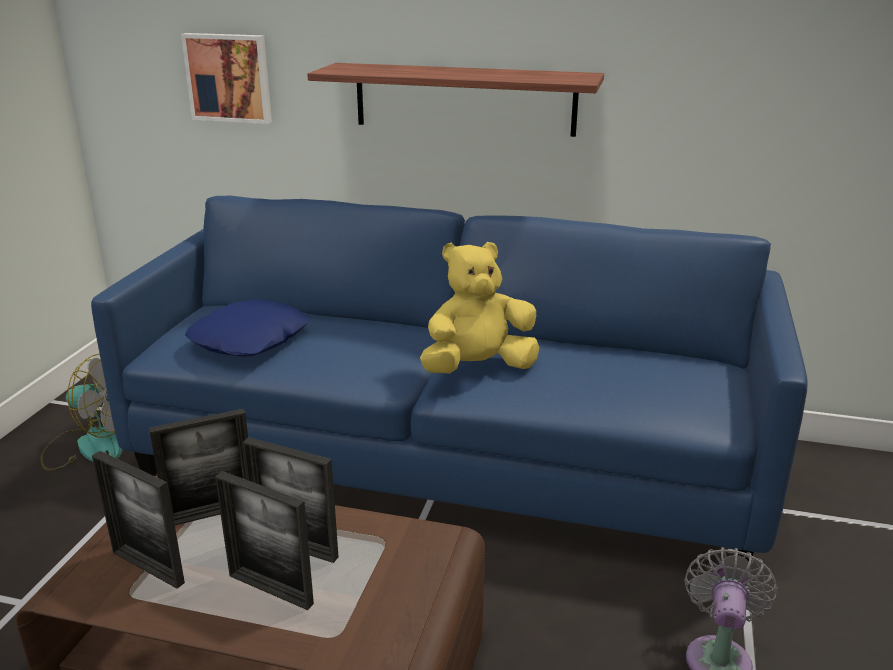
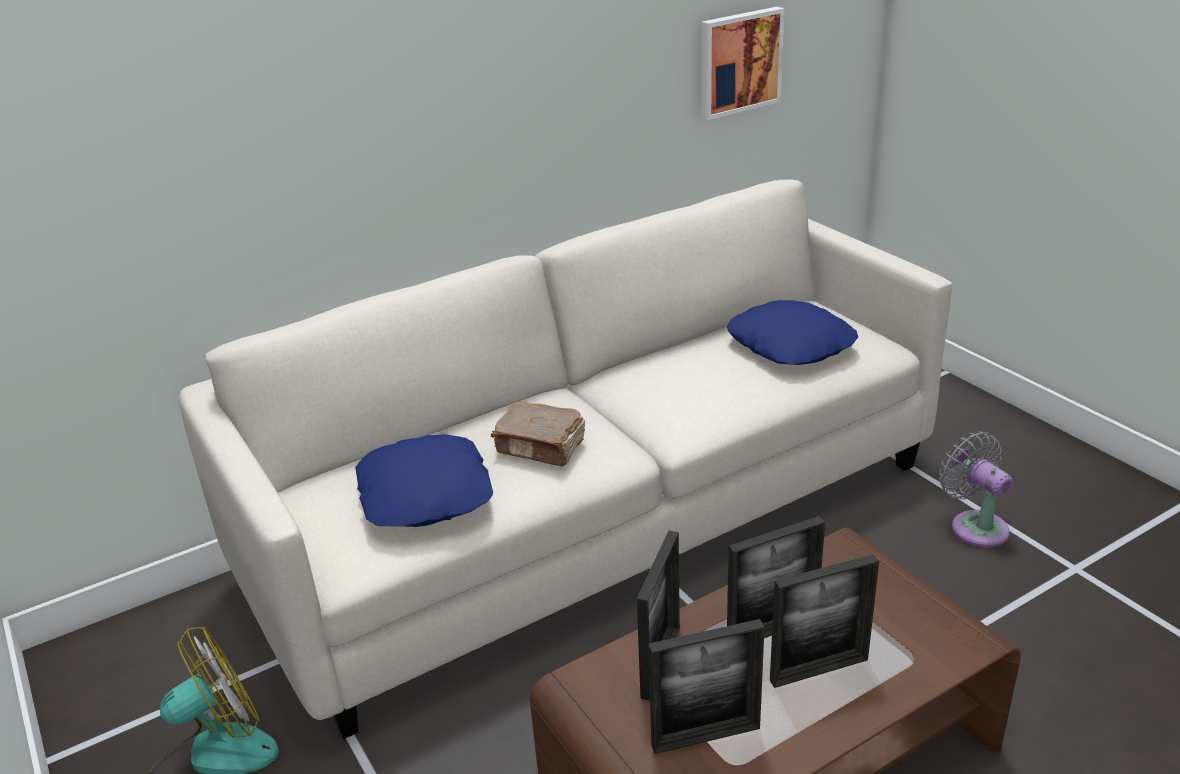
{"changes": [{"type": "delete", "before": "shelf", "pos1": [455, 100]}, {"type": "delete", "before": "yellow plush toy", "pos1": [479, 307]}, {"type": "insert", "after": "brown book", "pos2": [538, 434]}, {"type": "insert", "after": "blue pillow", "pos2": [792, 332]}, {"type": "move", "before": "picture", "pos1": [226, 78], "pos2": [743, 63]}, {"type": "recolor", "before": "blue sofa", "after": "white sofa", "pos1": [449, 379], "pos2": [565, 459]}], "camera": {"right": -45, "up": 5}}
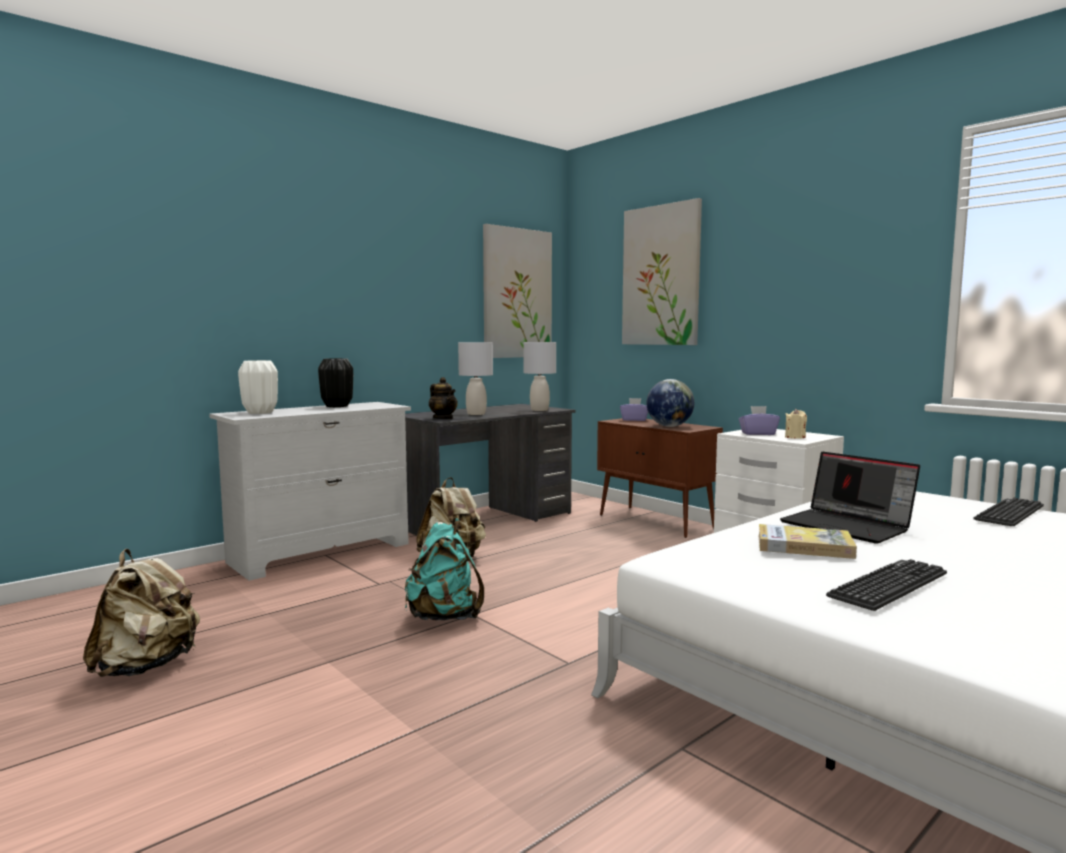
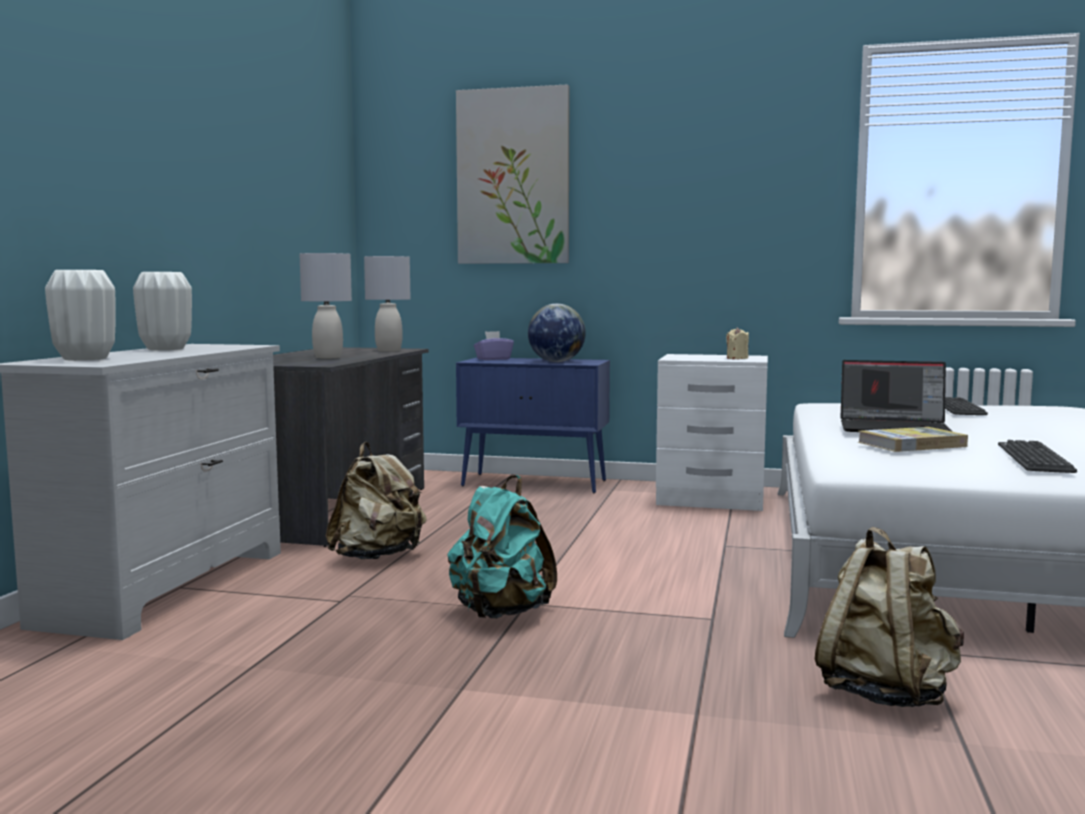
{"changes": [{"type": "delete", "before": "teapot", "pos1": [443, 398]}, {"type": "delete", "before": "picture", "pos1": [517, 291]}, {"type": "delete", "before": "purple tissue box", "pos1": [759, 420]}, {"type": "move", "before": "beige backpack", "pos1": [141, 613], "pos2": [889, 616]}, {"type": "recolor", "before": "black vase", "after": "white vase", "pos1": [335, 382], "pos2": [162, 311]}, {"type": "recolor", "before": "brown cabinet", "after": "blue cabinet", "pos1": [660, 478], "pos2": [533, 425]}], "camera": {"right": -35, "up": 0}}
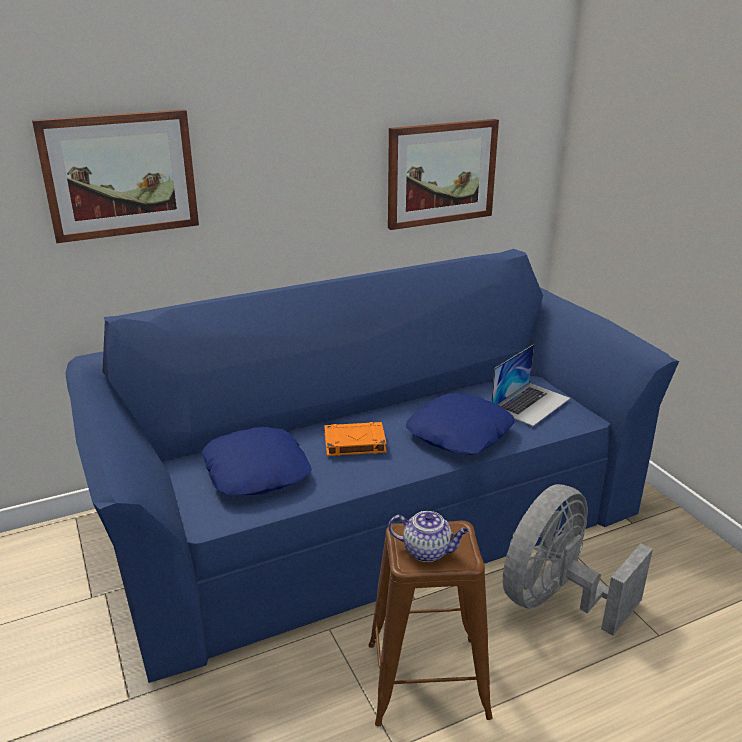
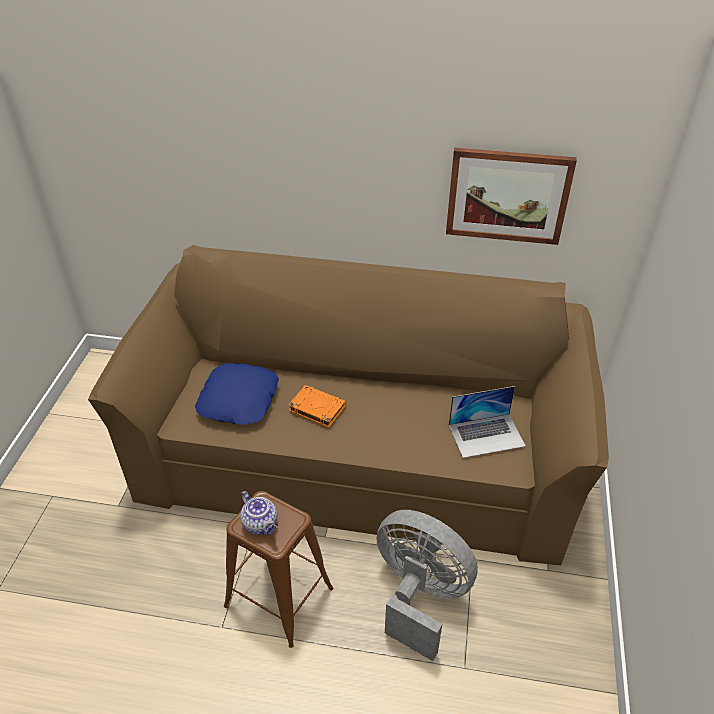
{"changes": [{"type": "delete", "before": "picture", "pos1": [115, 176]}, {"type": "delete", "before": "blue pillow", "pos1": [460, 424]}, {"type": "recolor", "before": "blue sofa", "after": "brown sofa", "pos1": [372, 466], "pos2": [348, 405]}, {"type": "rotate", "before": "grey fan", "pos1": [578, 560], "pos2": [427, 585], "turn": 45}], "camera": {"right": 35, "up": 15}}
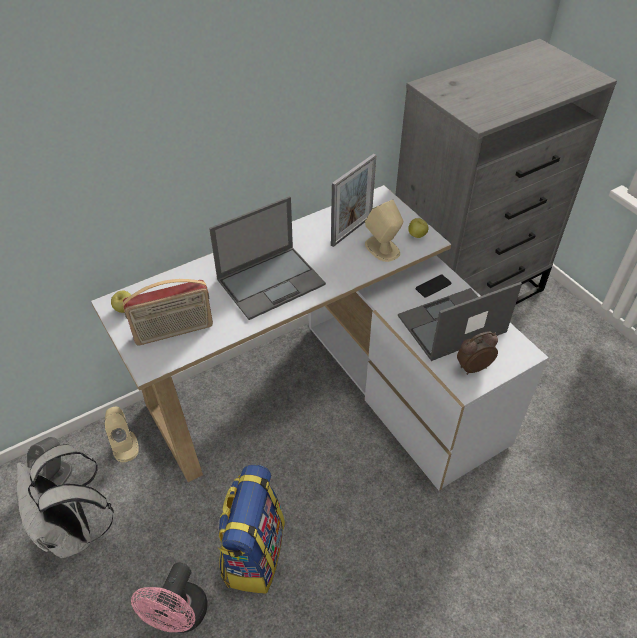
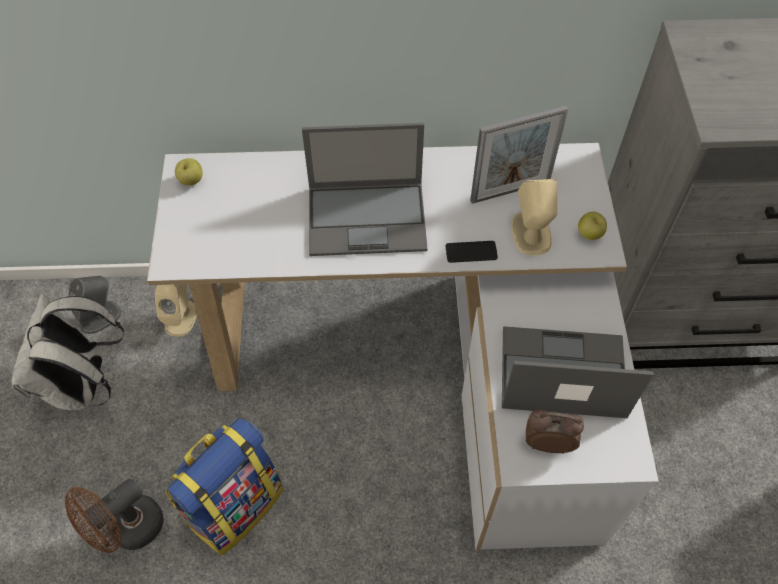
{"changes": [{"type": "delete", "before": "radio", "pos1": [168, 312]}, {"type": "move", "before": "phone", "pos1": [433, 286], "pos2": [472, 252]}, {"type": "recolor", "before": "pink fan", "after": "brown fan", "pos1": [169, 597], "pos2": [114, 516]}], "camera": {"right": 30, "up": 10}}
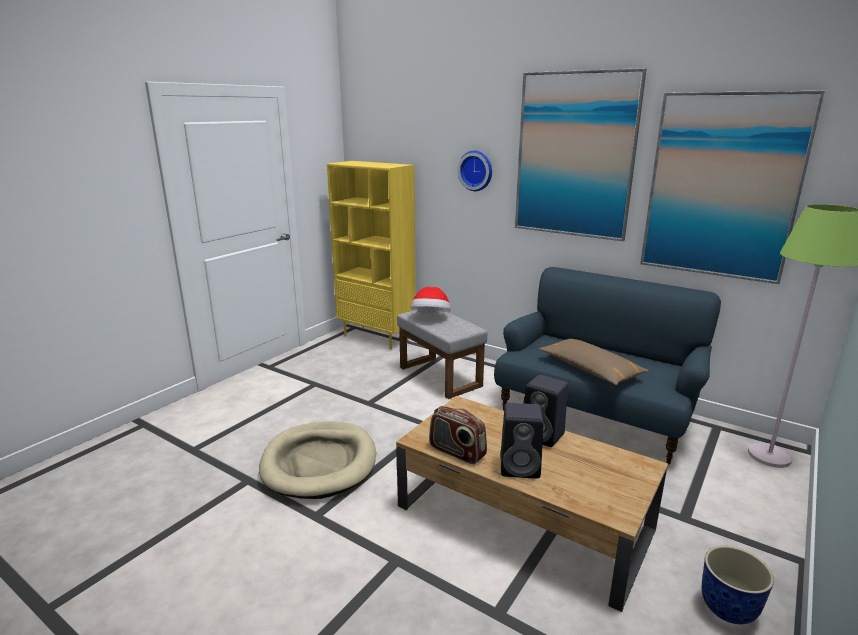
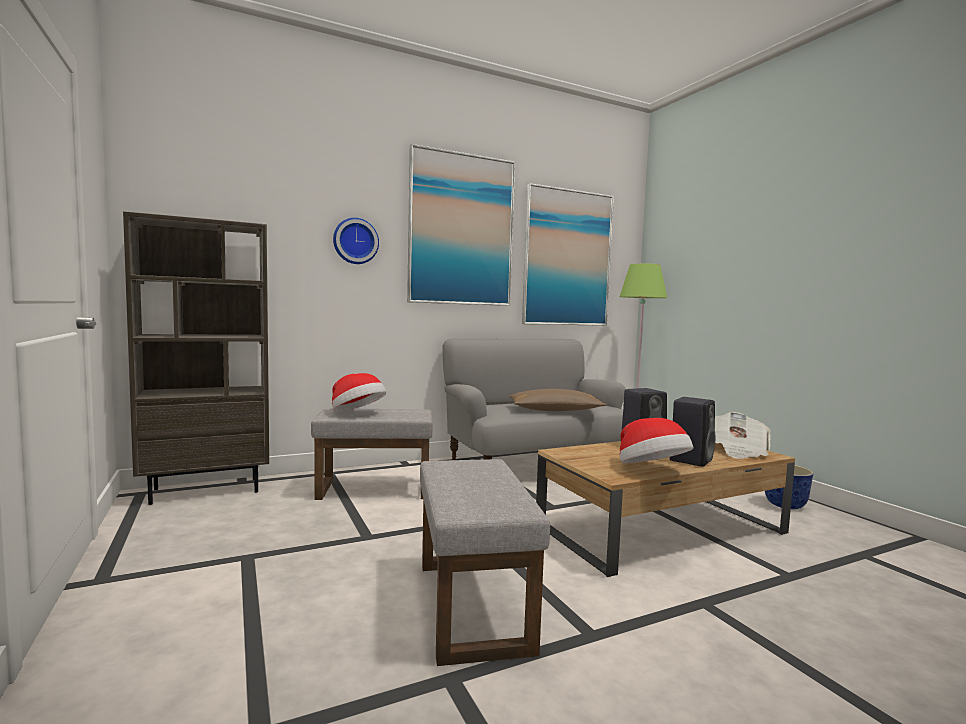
{"changes": [{"type": "insert", "after": "newspaper", "pos2": [743, 435]}, {"type": "replace", "before": "beige dog bed", "after": "grey ottoman", "pos1": [317, 460], "pos2": [485, 562]}, {"type": "replace", "before": "radio", "after": "hat", "pos1": [458, 435], "pos2": [656, 440]}, {"type": "recolor", "before": "yellow bookcase", "after": "brown bookcase", "pos1": [371, 255], "pos2": [196, 358]}, {"type": "recolor", "before": "blue sofa", "after": "grey sofa", "pos1": [607, 366], "pos2": [534, 399]}], "camera": {"right": -60, "up": -15}}
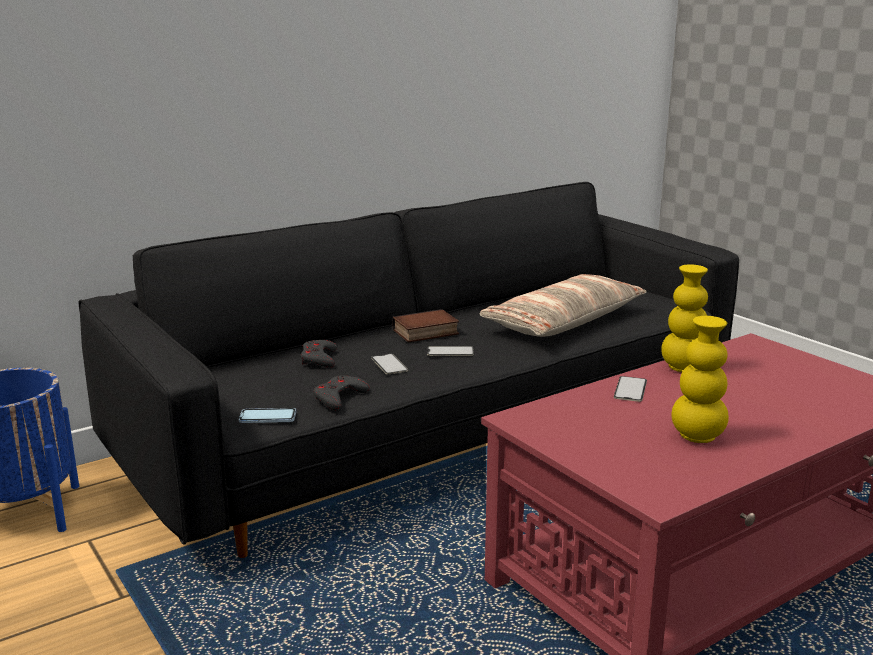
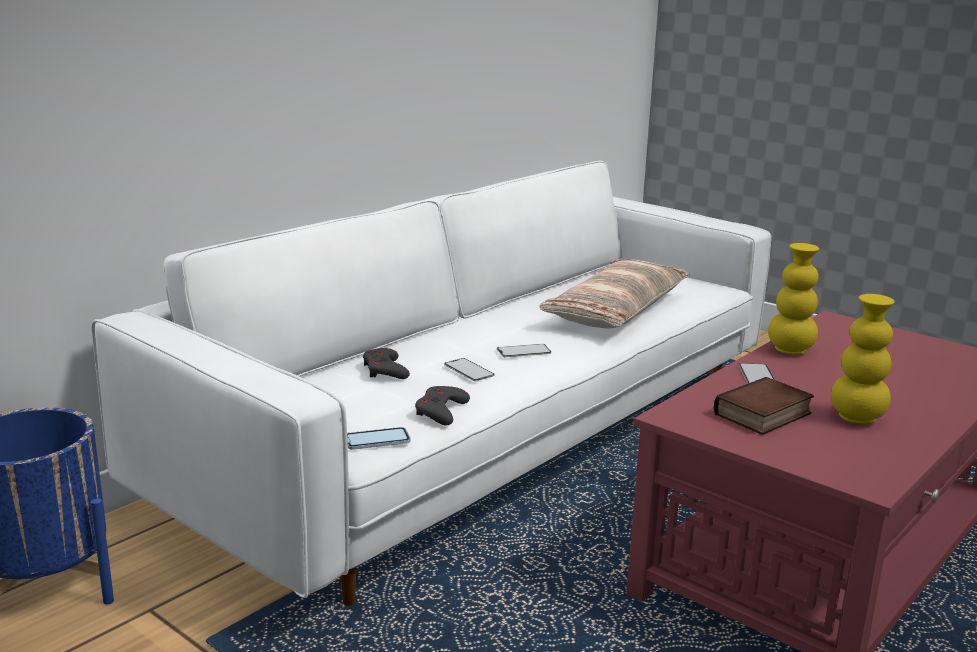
{"changes": [{"type": "move", "before": "book", "pos1": [425, 326], "pos2": [764, 406]}, {"type": "recolor", "before": "black sofa", "after": "white sofa", "pos1": [409, 370], "pos2": [431, 383]}], "camera": {"right": -15, "up": 0}}
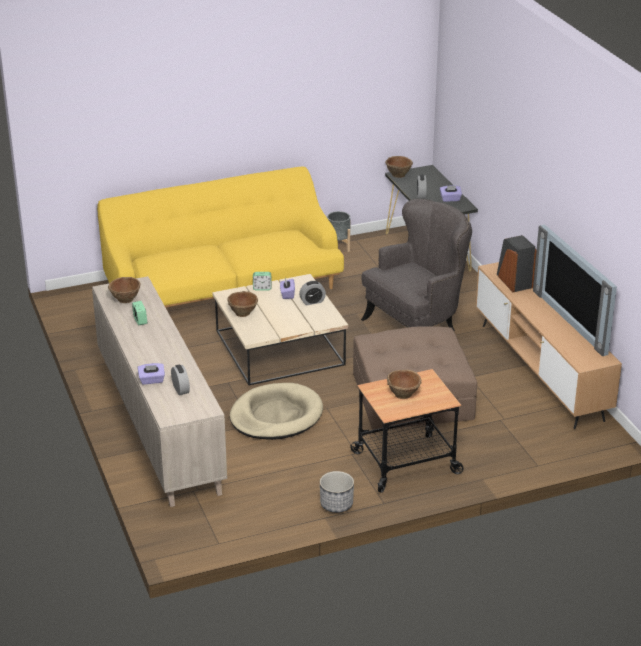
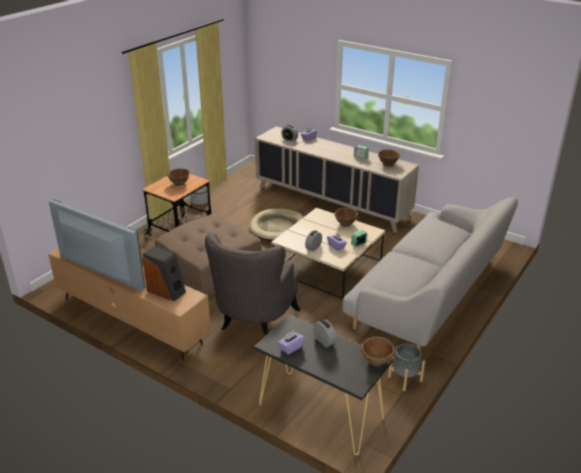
{"changes": [{"type": "recolor", "before": "yellow sofa", "after": "grey sofa", "pos1": [220, 237], "pos2": [430, 273]}], "camera": {"right": 145, "up": 0}}
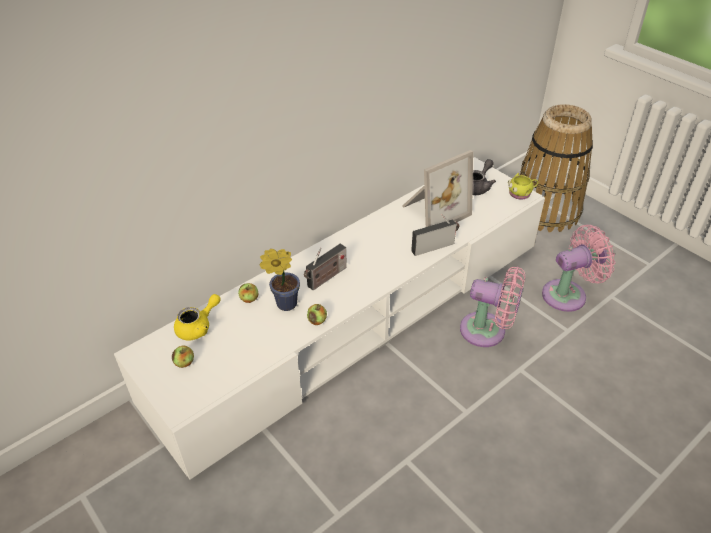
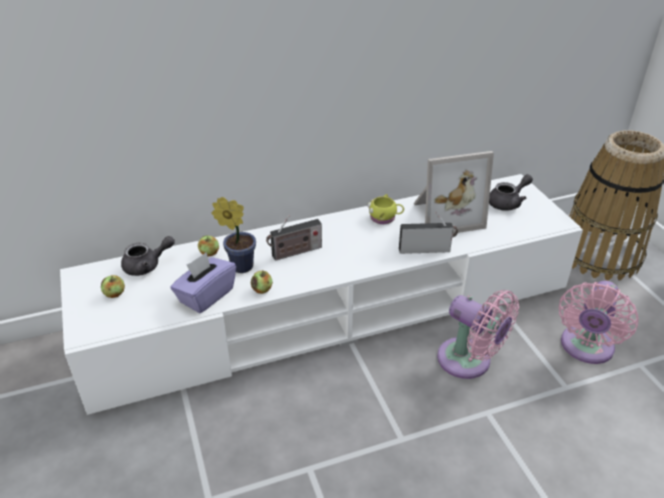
{"changes": [{"type": "insert", "after": "purple tissue box", "pos2": [203, 282]}, {"type": "move", "before": "yellow mug", "pos1": [523, 186], "pos2": [385, 209]}, {"type": "recolor", "before": "yellow teapot", "after": "grey teapot", "pos1": [197, 317], "pos2": [148, 256]}, {"type": "rotate", "before": "pink fan", "pos1": [578, 268], "pos2": [598, 322], "turn": 120}], "camera": {"right": 20, "up": -5}}
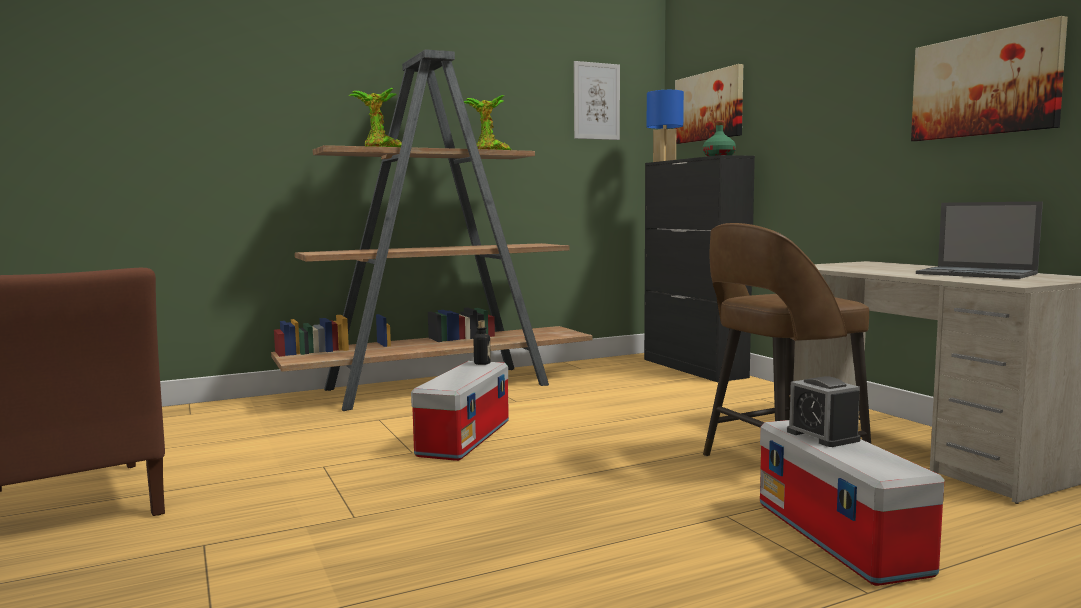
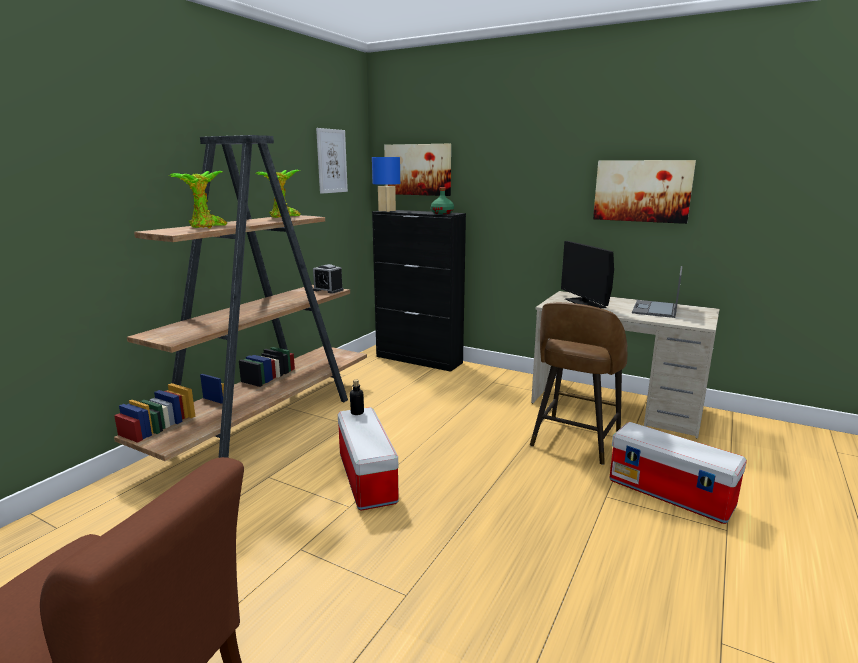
{"changes": [{"type": "insert", "after": "monitor", "pos2": [587, 274]}, {"type": "move", "before": "alarm clock", "pos1": [824, 411], "pos2": [328, 279]}, {"type": "rotate", "before": "laptop", "pos1": [979, 240], "pos2": [657, 292], "turn": 105}], "camera": {"right": -35, "up": 10}}
